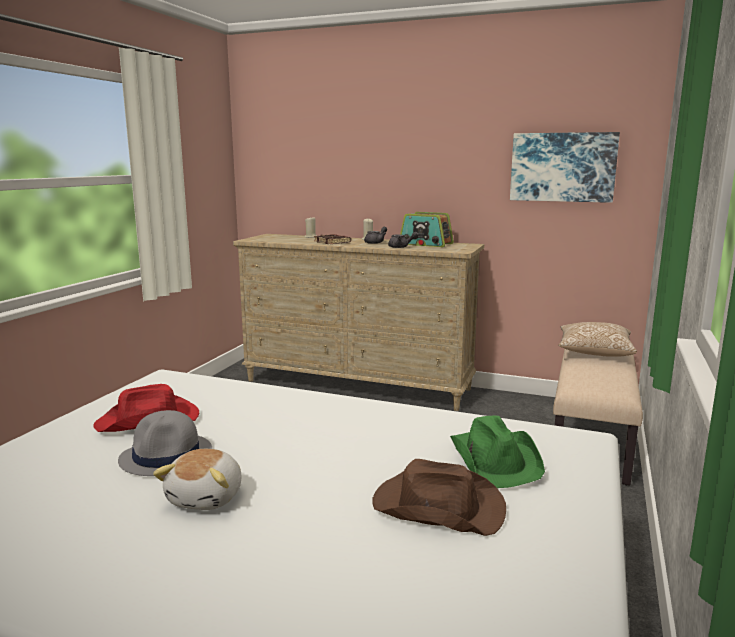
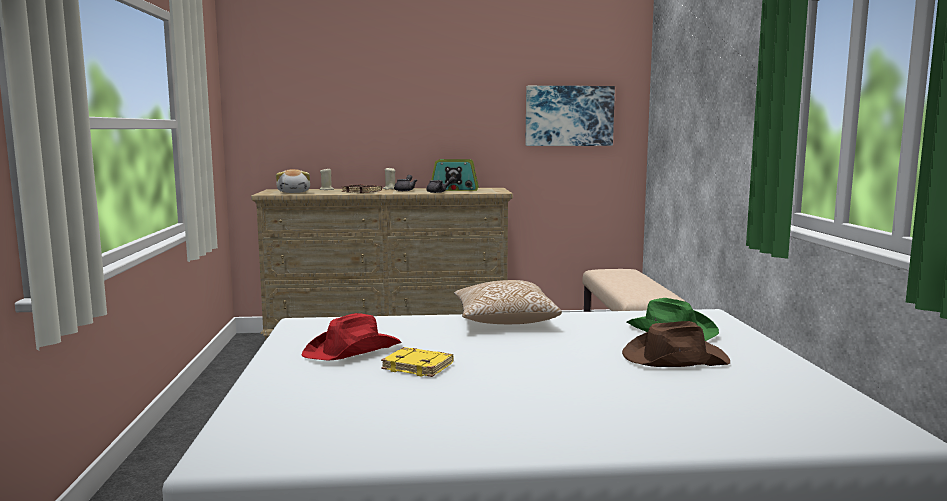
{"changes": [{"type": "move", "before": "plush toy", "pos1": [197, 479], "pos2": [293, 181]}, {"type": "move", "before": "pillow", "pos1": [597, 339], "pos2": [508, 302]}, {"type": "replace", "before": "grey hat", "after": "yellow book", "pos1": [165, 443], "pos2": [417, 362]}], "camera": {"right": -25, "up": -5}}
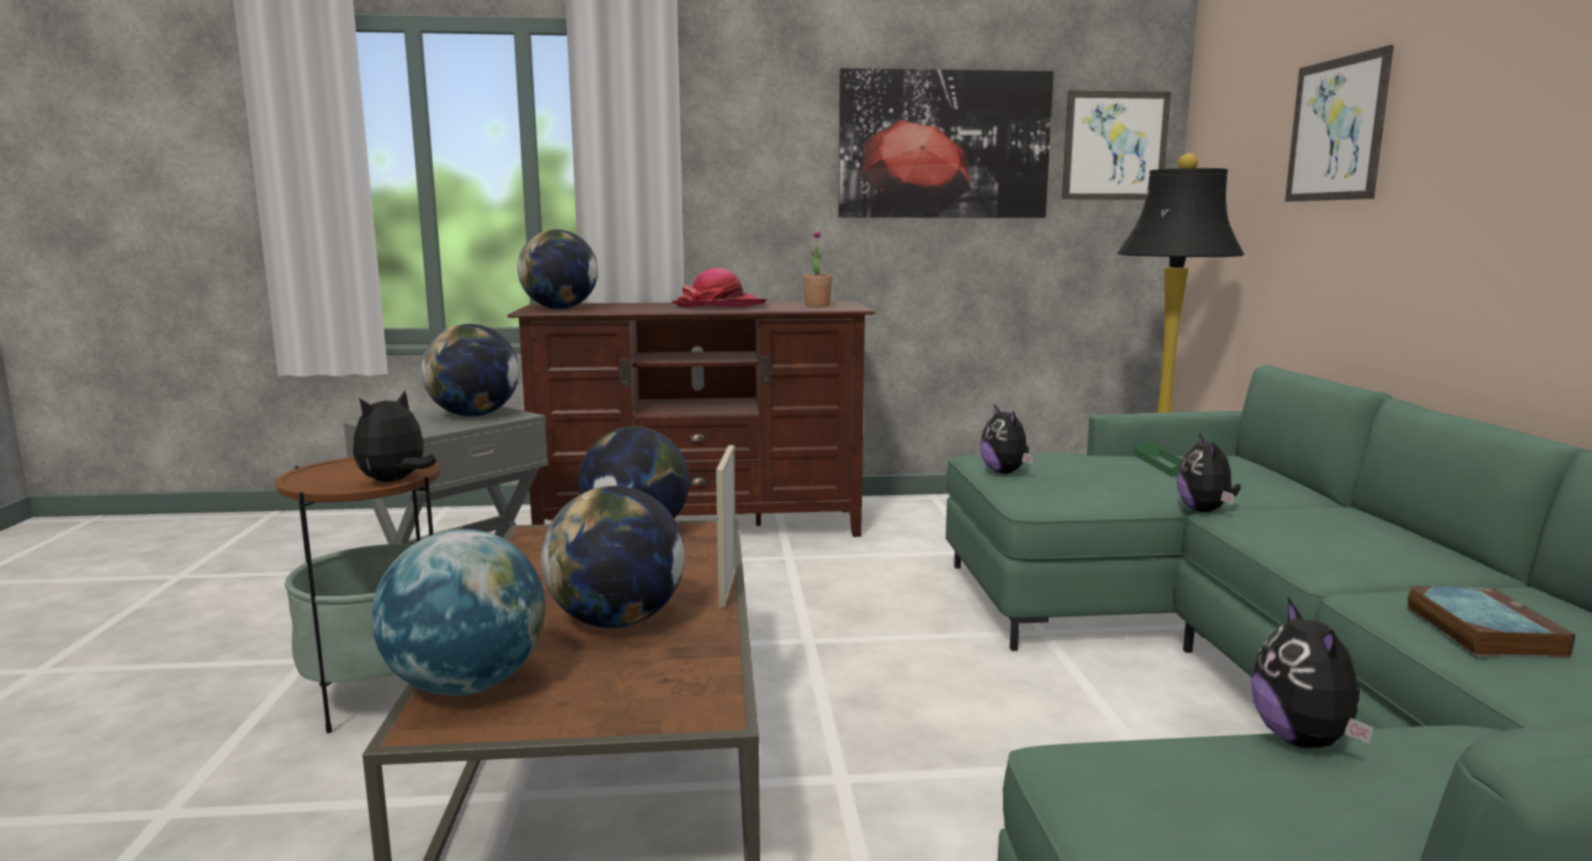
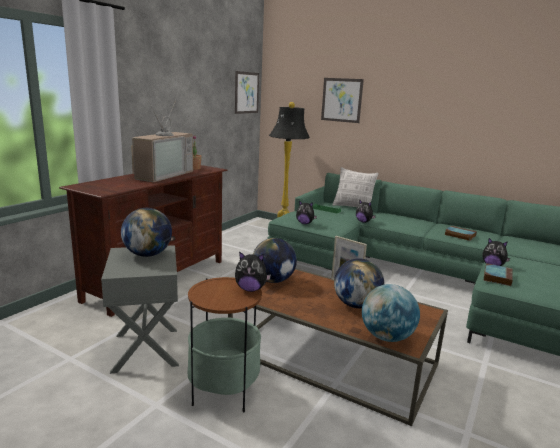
{"changes": [{"type": "delete", "before": "globe", "pos1": [557, 269]}, {"type": "delete", "before": "picture", "pos1": [946, 143]}, {"type": "insert", "after": "pillow", "pos2": [355, 187]}, {"type": "insert", "after": "book", "pos2": [498, 274]}, {"type": "replace", "before": "hat", "after": "television", "pos1": [719, 288], "pos2": [162, 141]}, {"type": "rotate", "before": "plush toy", "pos1": [395, 436], "pos2": [253, 271], "turn": -60}], "camera": {"right": -55, "up": 5}}
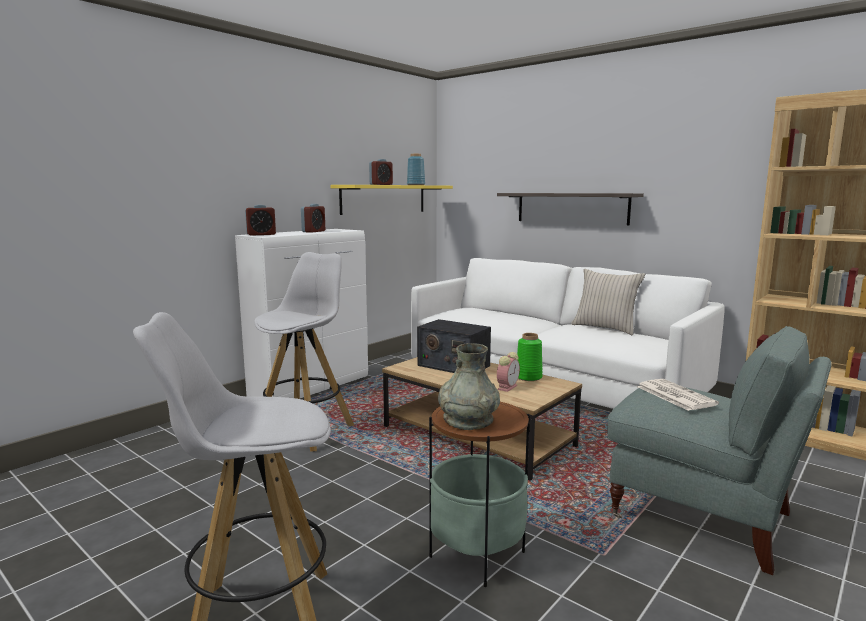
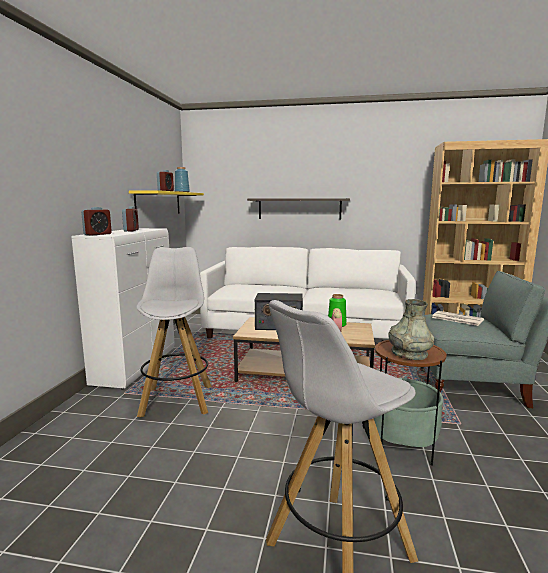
{"changes": [{"type": "delete", "before": "beige pillow", "pos1": [608, 302]}], "camera": {"right": -30, "up": 0}}
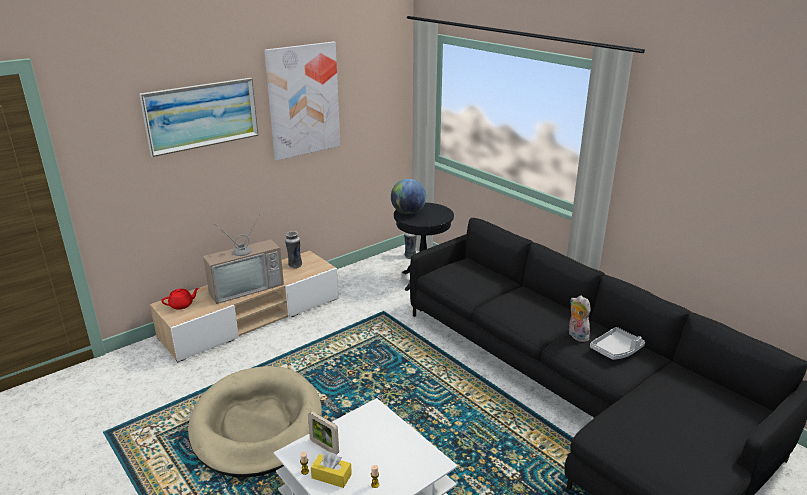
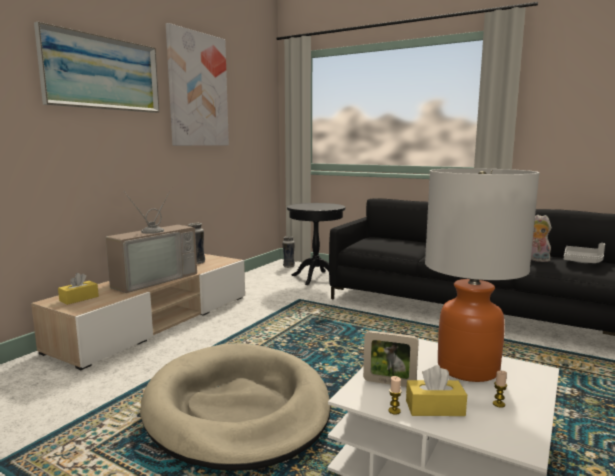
{"changes": [{"type": "delete", "before": "globe", "pos1": [408, 197]}, {"type": "insert", "after": "table lamp", "pos2": [482, 275]}, {"type": "replace", "before": "red teapot", "after": "yellow tissue box", "pos1": [180, 299], "pos2": [78, 289]}], "camera": {"right": -20, "up": -15}}
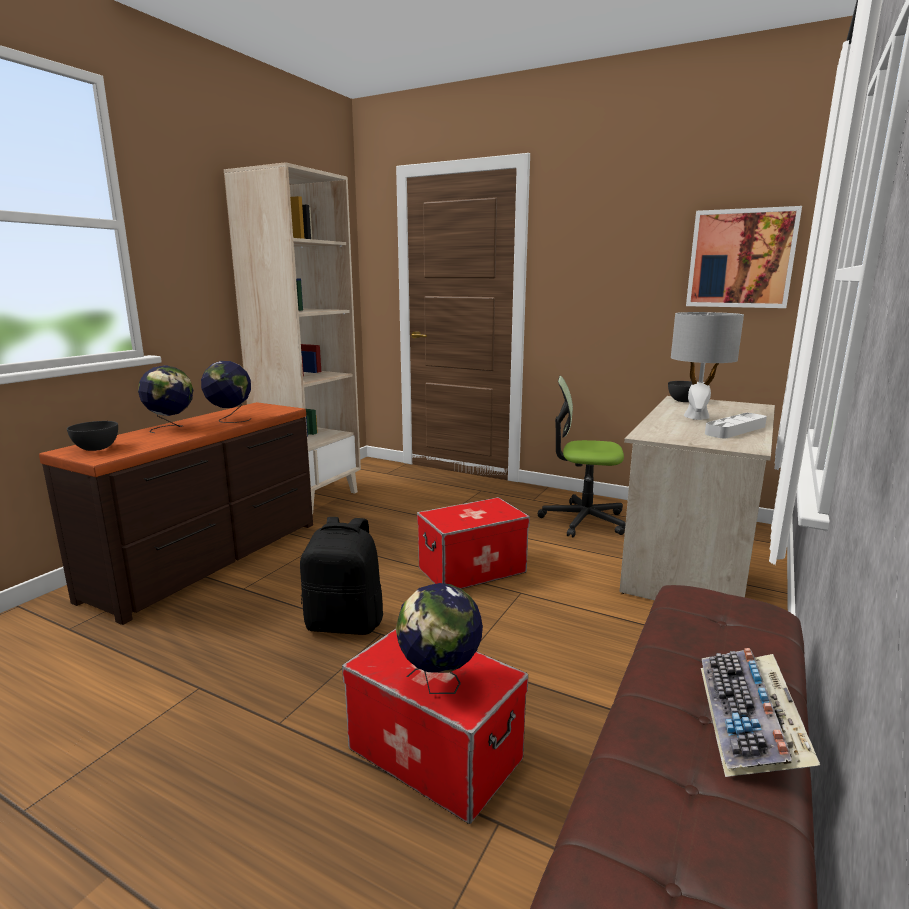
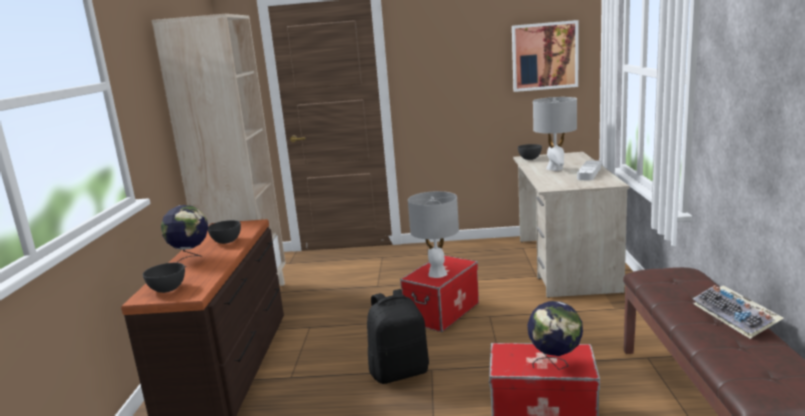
{"changes": [{"type": "delete", "before": "office chair", "pos1": [582, 457]}, {"type": "insert", "after": "grey table lamp", "pos2": [433, 234]}, {"type": "replace", "before": "globe", "after": "grey bowl", "pos1": [226, 392], "pos2": [224, 232]}], "camera": {"right": -25, "up": 0}}
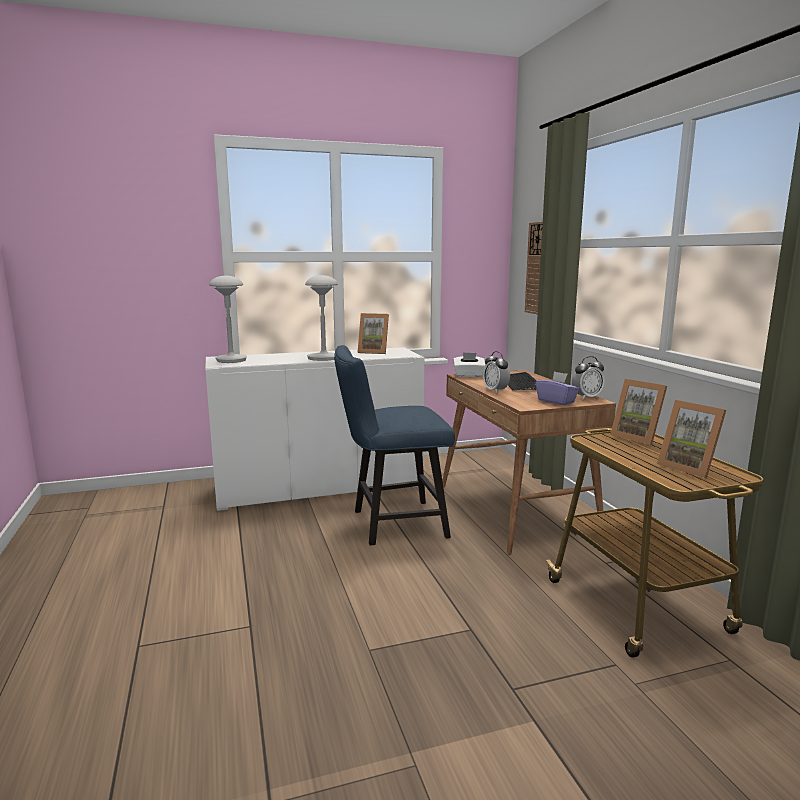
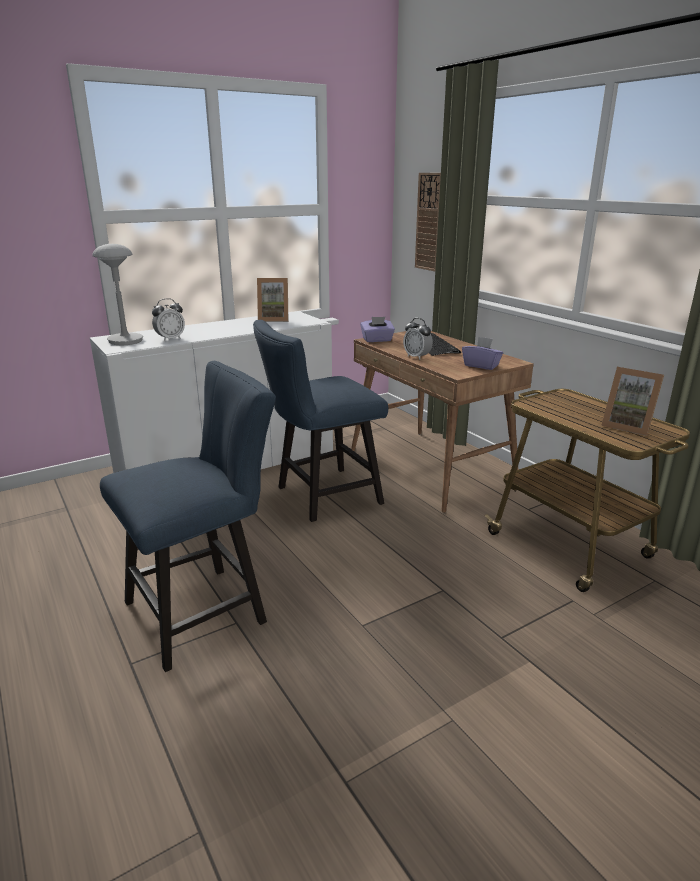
{"changes": [{"type": "delete", "before": "grey table lamp", "pos1": [321, 318]}, {"type": "delete", "before": "picture frame", "pos1": [638, 412]}, {"type": "insert", "after": "blue chair", "pos2": [188, 516]}, {"type": "move", "before": "alarm clock", "pos1": [588, 377], "pos2": [168, 320]}, {"type": "recolor", "before": "white tissue box", "after": "purple tissue box", "pos1": [469, 364], "pos2": [377, 329]}], "camera": {"right": -15, "up": 10}}
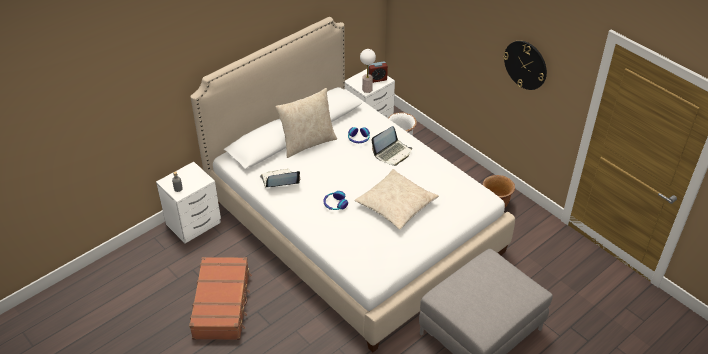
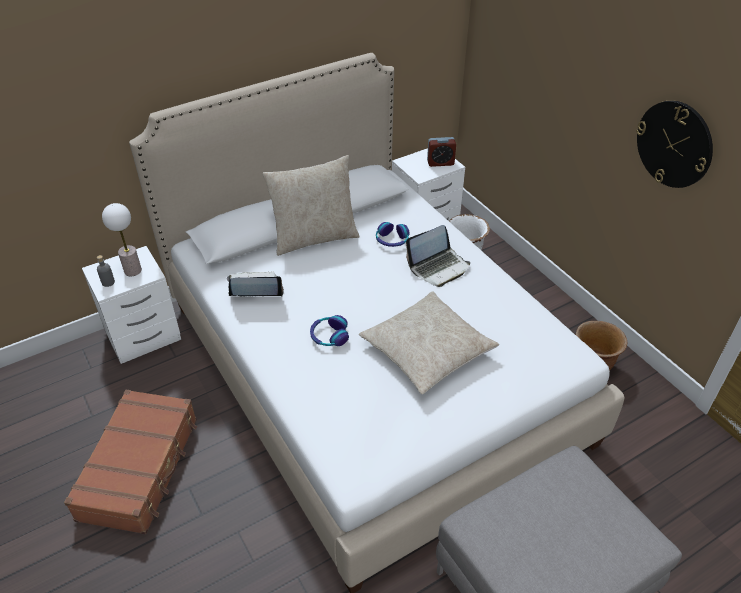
{"changes": [{"type": "move", "before": "table lamp", "pos1": [368, 71], "pos2": [122, 239]}], "camera": {"right": 10, "up": 0}}
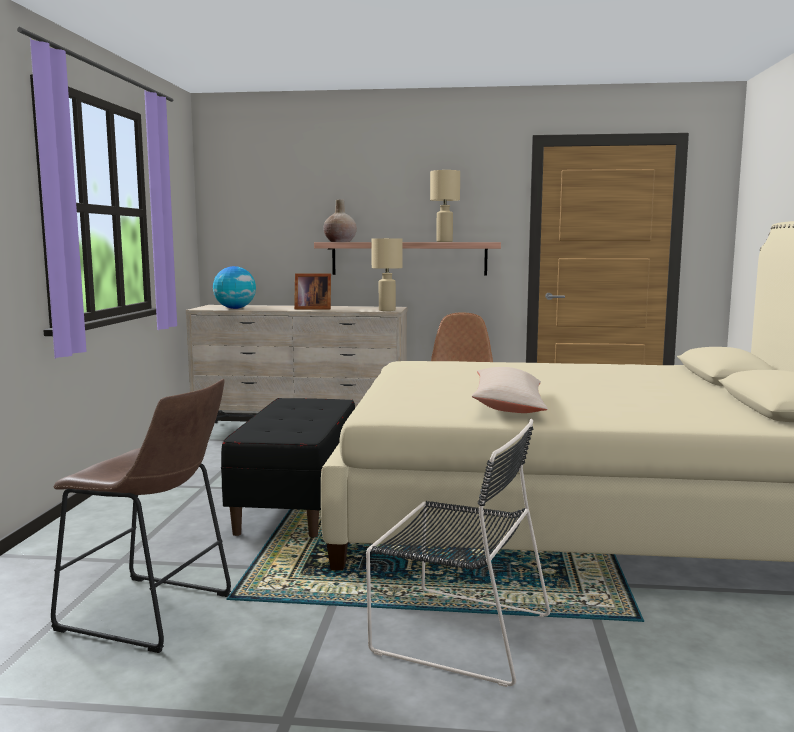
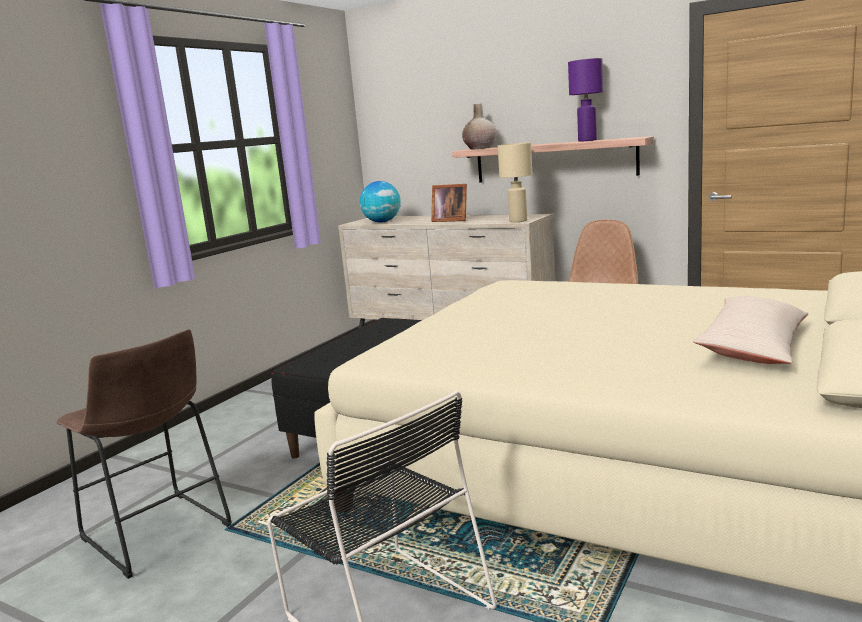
{"changes": [{"type": "move", "before": "beige pillow", "pos1": [510, 390], "pos2": [750, 330]}, {"type": "recolor", "before": "beige table lamp", "after": "purple table lamp", "pos1": [445, 206], "pos2": [585, 100]}], "camera": {"right": 25, "up": 5}}
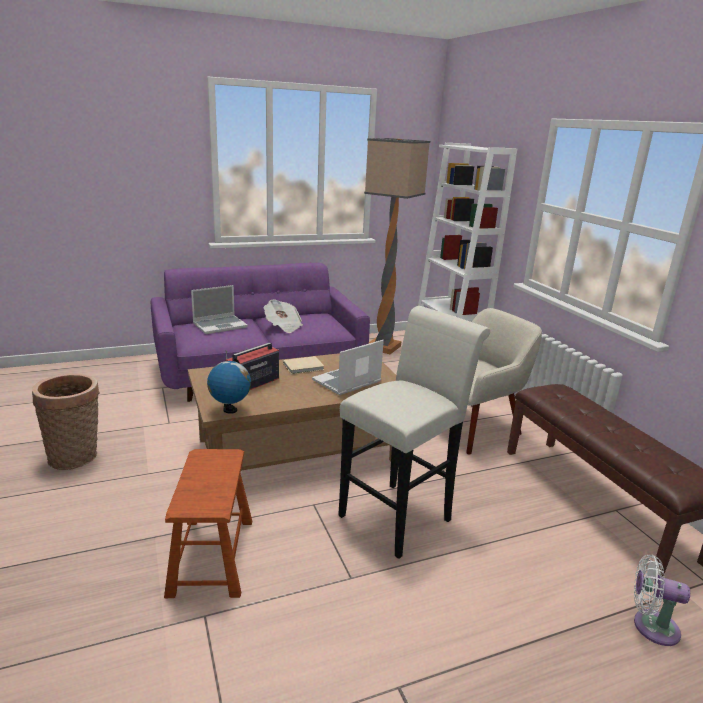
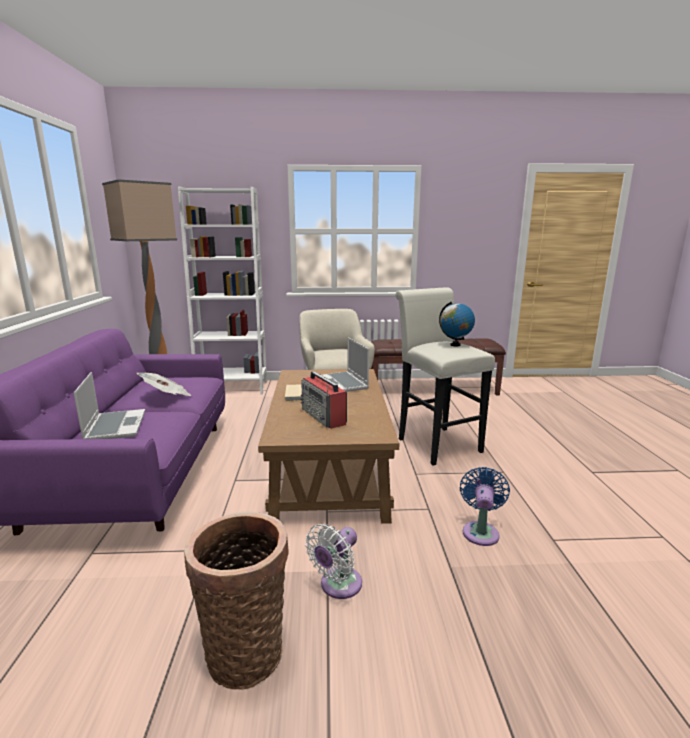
{"changes": [{"type": "move", "before": "globe", "pos1": [229, 385], "pos2": [457, 324]}, {"type": "move", "before": "white fan", "pos1": [662, 600], "pos2": [333, 561]}, {"type": "replace", "before": "brown stool", "after": "blue fan", "pos1": [208, 523], "pos2": [485, 506]}], "camera": {"right": -70, "up": -5}}
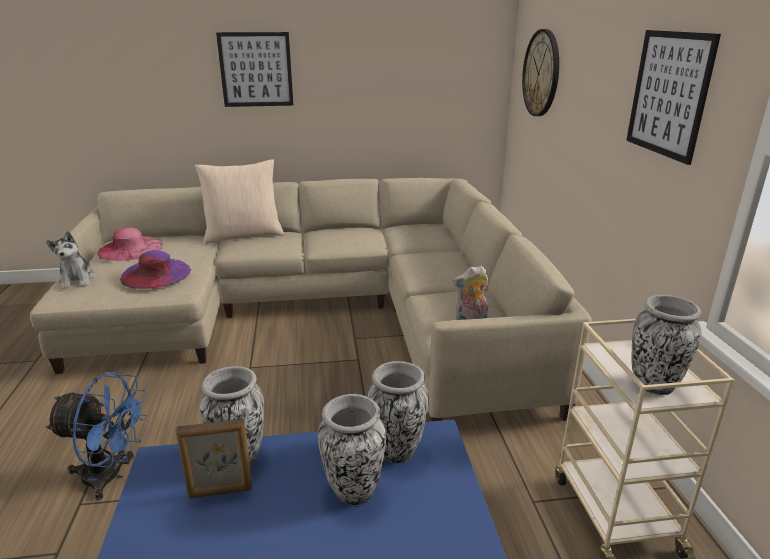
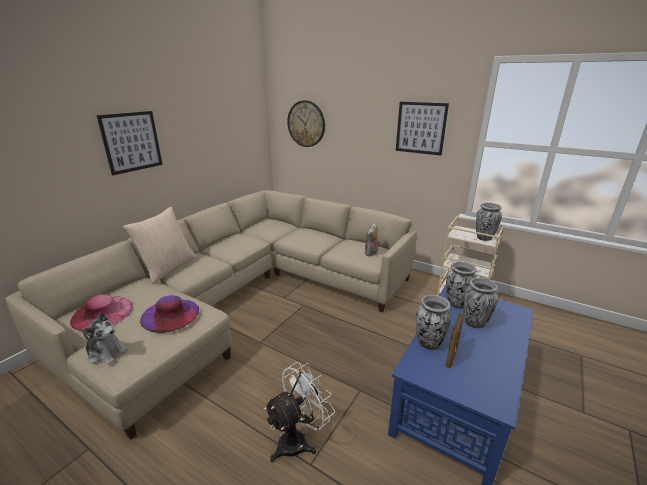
{"changes": [{"type": "recolor", "before": "blue fan", "after": "white fan", "pos1": [96, 436], "pos2": [299, 412]}], "camera": {"right": -50, "up": 0}}
